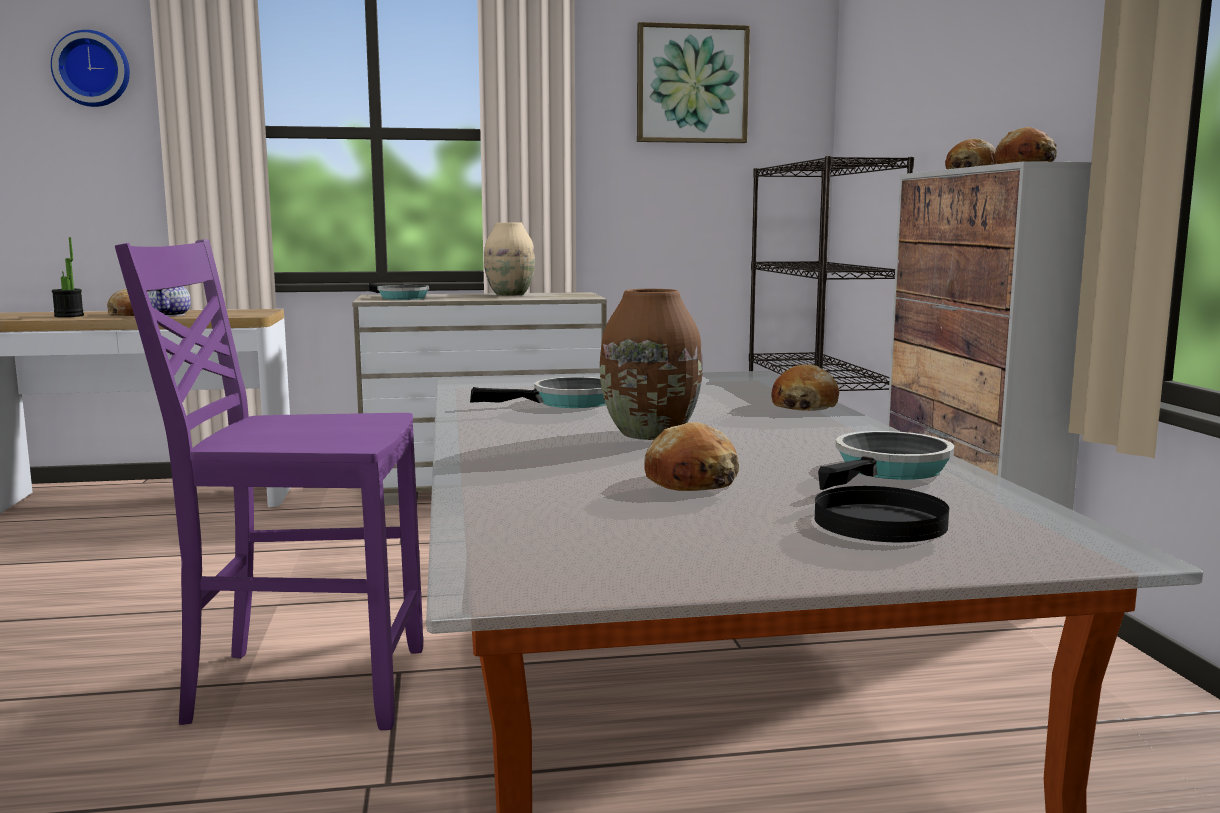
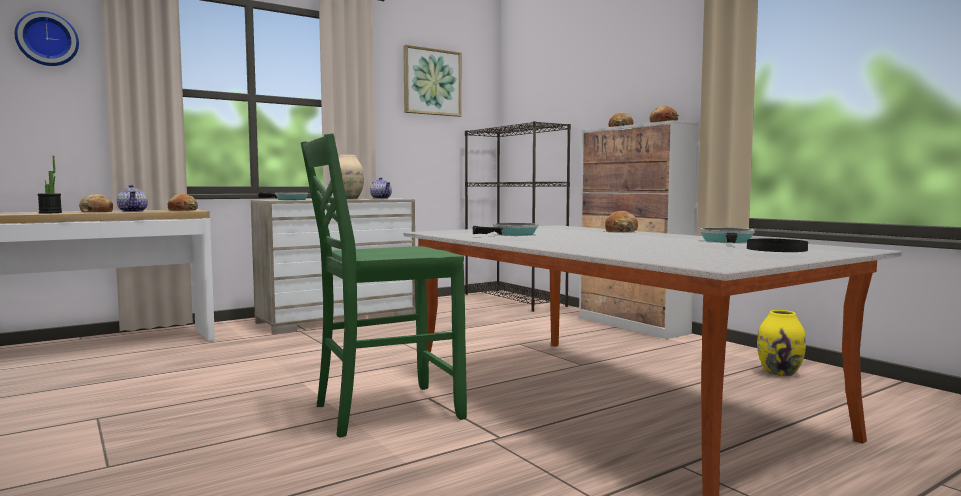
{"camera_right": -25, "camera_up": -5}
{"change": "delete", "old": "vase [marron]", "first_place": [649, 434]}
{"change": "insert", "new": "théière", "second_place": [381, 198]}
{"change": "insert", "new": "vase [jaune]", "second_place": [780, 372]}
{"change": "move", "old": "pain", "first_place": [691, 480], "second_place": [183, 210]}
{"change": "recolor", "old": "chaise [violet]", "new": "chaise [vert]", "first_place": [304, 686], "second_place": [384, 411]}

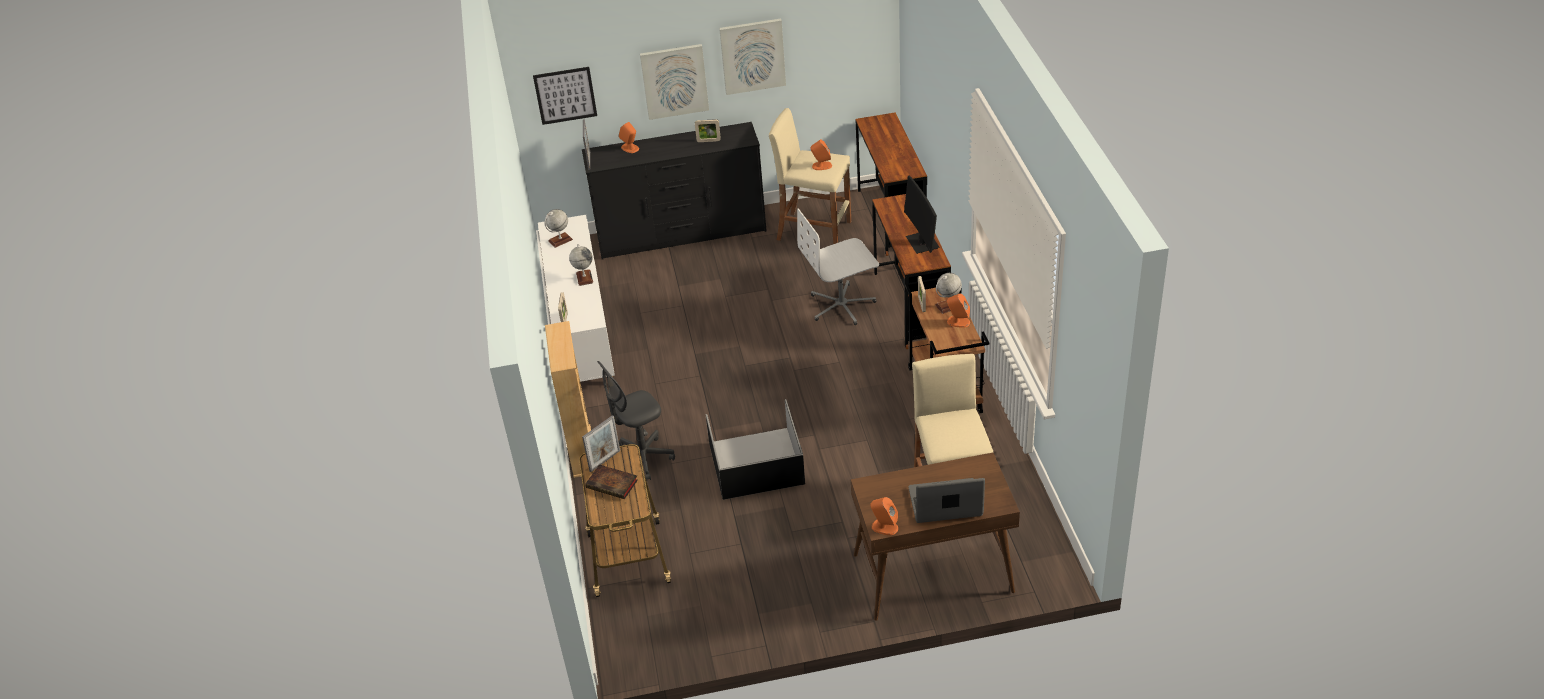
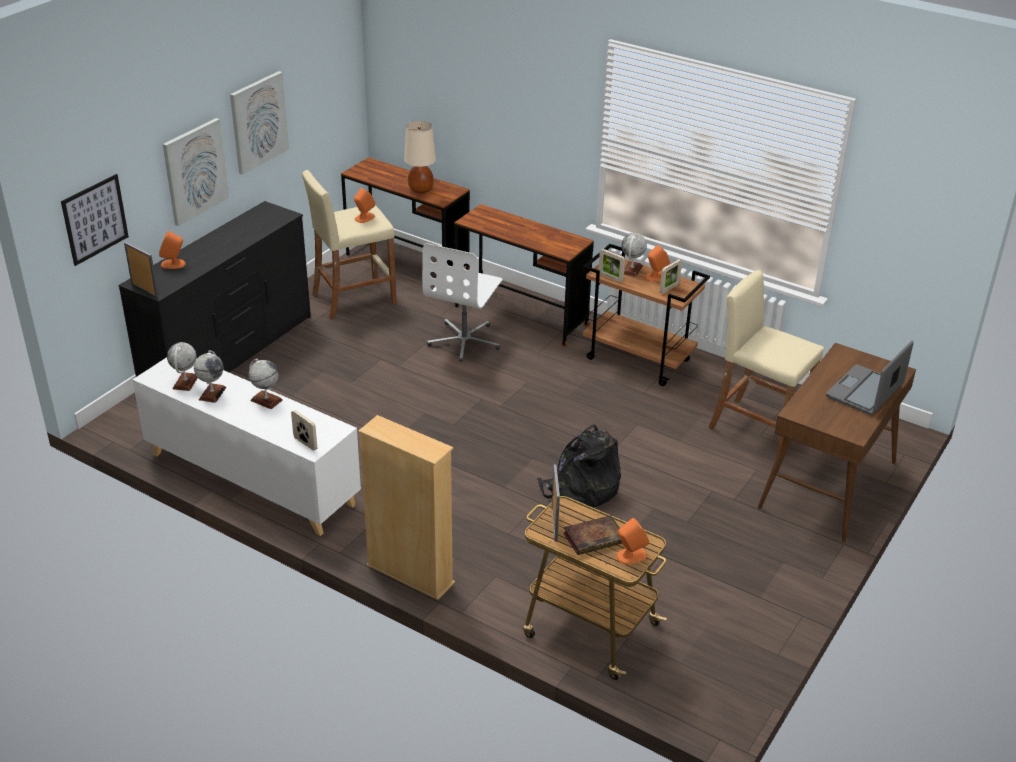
{"camera_right": -50, "camera_up": -5}
{"change": "delete", "old": "chaise de bureau [gris]", "first_place": [642, 459]}
{"change": "delete", "old": "écran d'ordinateur", "first_place": [922, 243]}
{"change": "insert", "new": "globe", "second_place": [212, 393]}
{"change": "insert", "new": "lampe de table [beige]", "second_place": [421, 190]}
{"change": "move", "old": "cadre photo", "first_place": [708, 141], "second_place": [669, 288]}
{"change": "move", "old": "enceinte [orange]", "first_place": [884, 527], "second_place": [631, 555]}
{"change": "replace", "old": "boîte de rangement [noir]", "new": "sac à dos [noir]", "first_place": [757, 463], "second_place": [581, 489]}

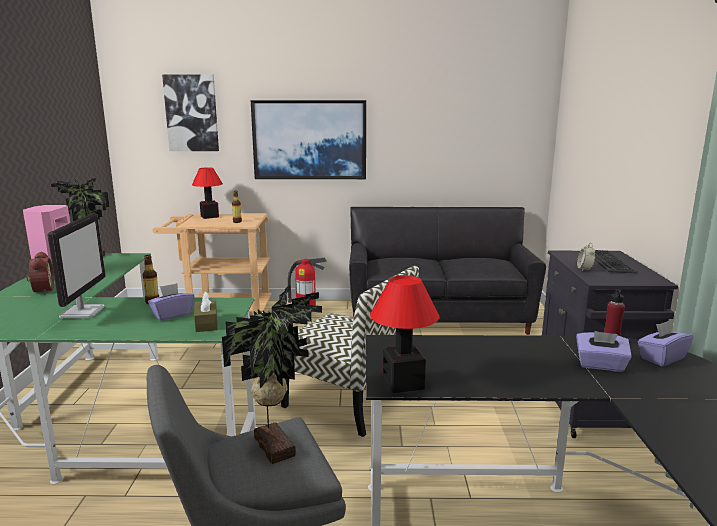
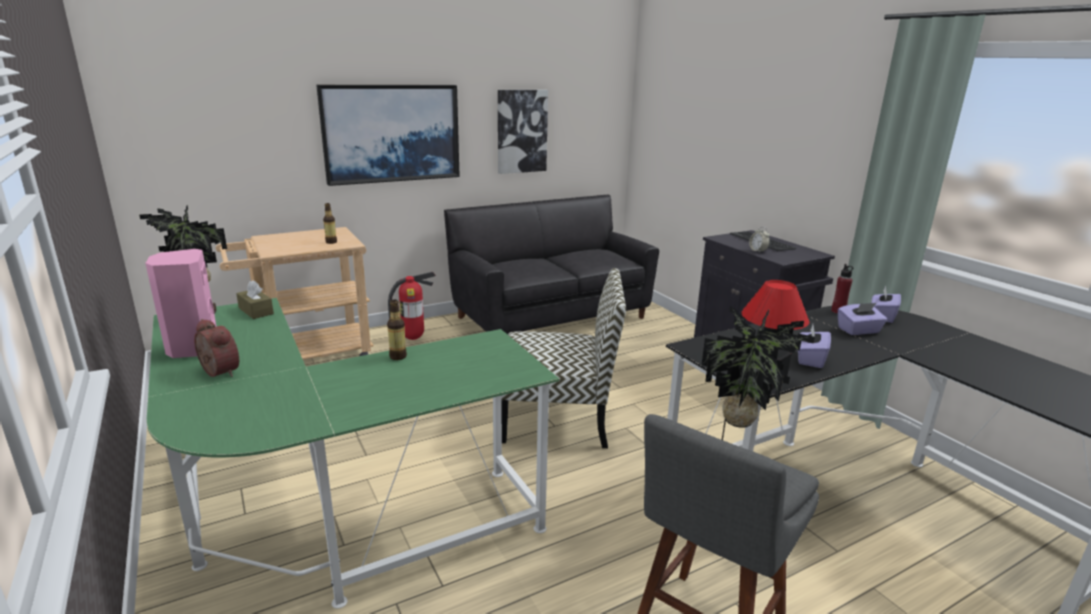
{"camera_right": -30, "camera_up": 5}
{"change": "delete", "old": "écran d'ordinateur", "first_place": [82, 312]}
{"change": "delete", "old": "lampe de table", "first_place": [210, 216]}
{"change": "move", "old": "boîte à mouchoirs [violet]", "first_place": [172, 315], "second_place": [810, 359]}
{"change": "move", "old": "tableau", "first_place": [191, 113], "second_place": [521, 131]}
{"change": "move", "old": "boîte à mouchoirs [marron]", "first_place": [206, 323], "second_place": [256, 311]}

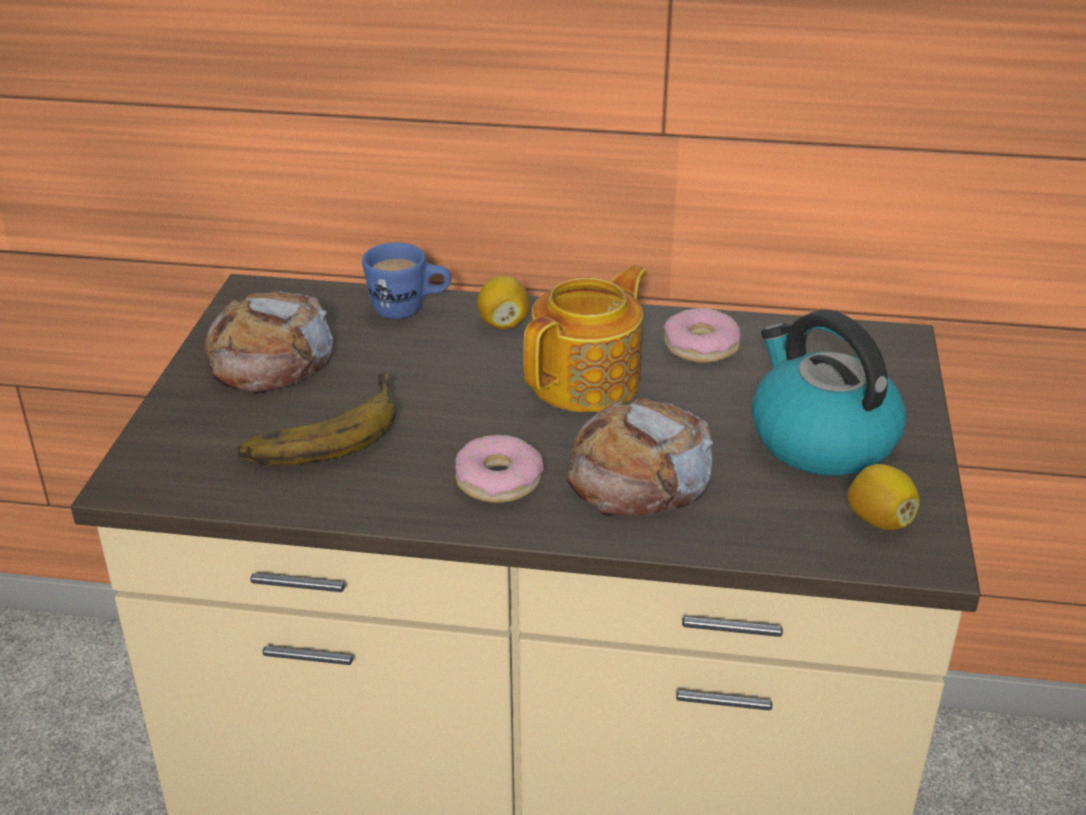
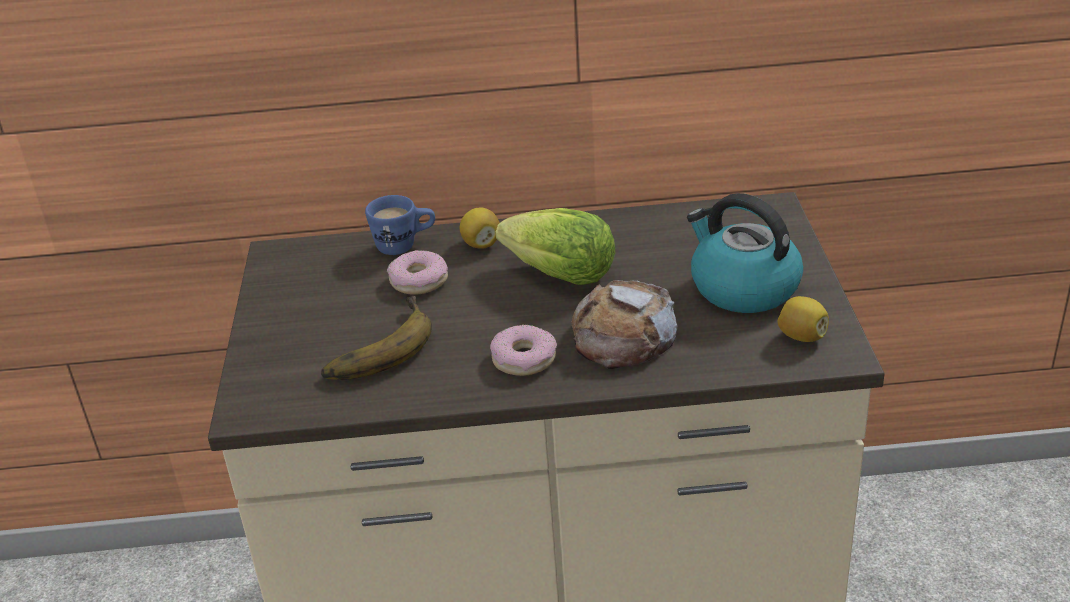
{"camera_right": -10, "camera_up": 0}
{"change": "delete", "old": "pain", "first_place": [270, 357]}
{"change": "move", "old": "beignet", "first_place": [701, 346], "second_place": [419, 281]}
{"change": "replace", "old": "théière", "new": "laitue", "first_place": [588, 381], "second_place": [561, 275]}

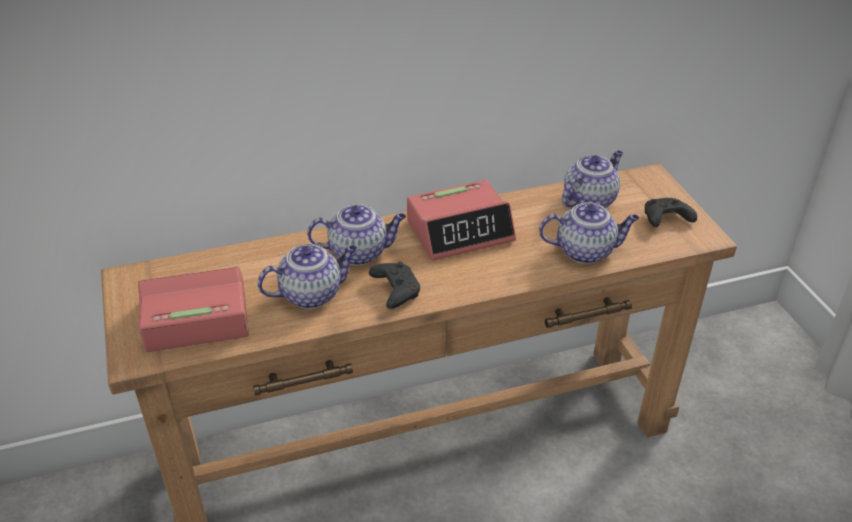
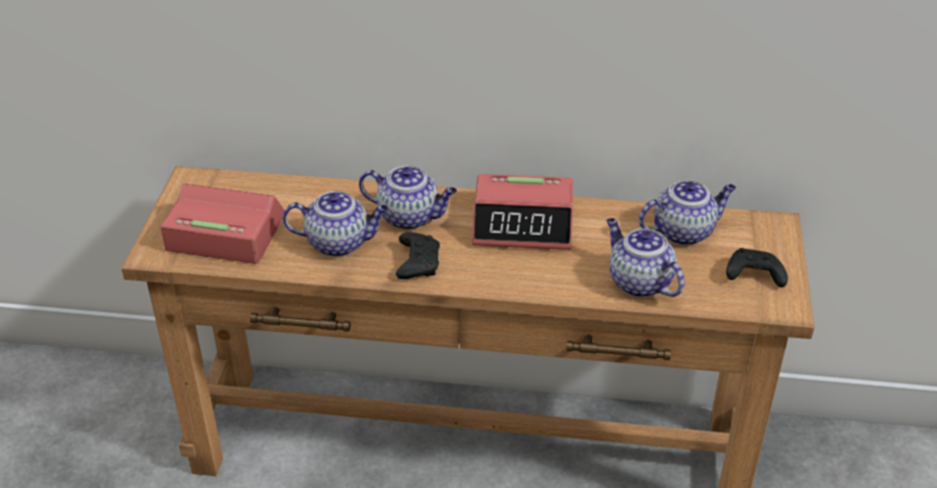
{"camera_right": 25, "camera_up": 0}
{"change": "rotate", "old": "théière", "first_place": [586, 251], "second_place": [638, 282], "degrees": -150}

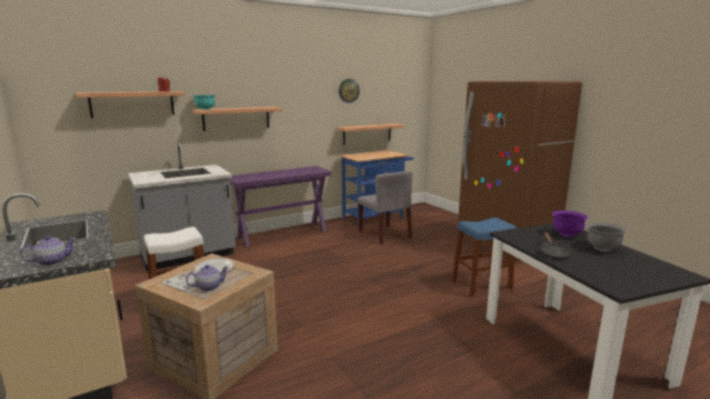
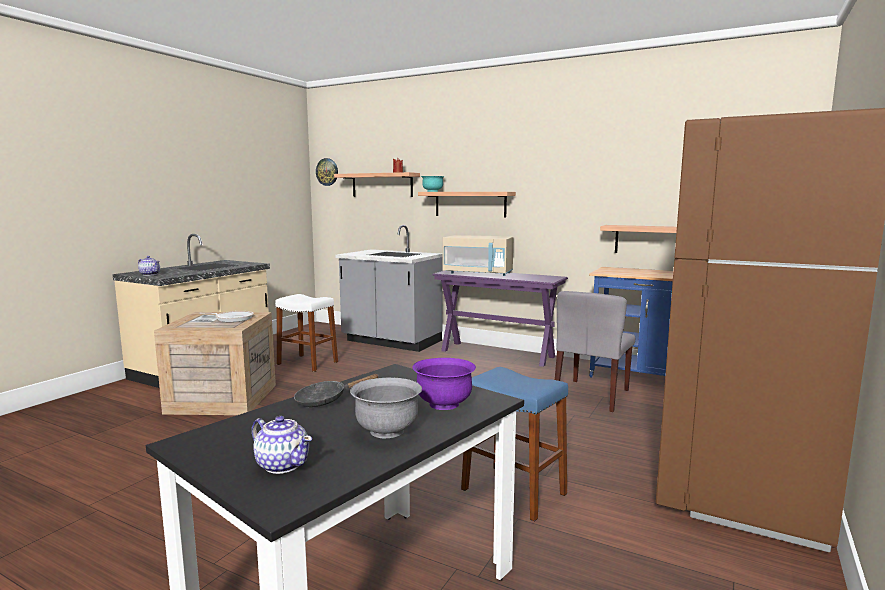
{"camera_right": 60, "camera_up": -5}
{"change": "insert", "new": "micro-ondes [beige]", "second_place": [478, 273]}
{"change": "move", "old": "théière", "first_place": [208, 287], "second_place": [282, 464]}
{"change": "move", "old": "horloge murale", "first_place": [348, 90], "second_place": [327, 172]}

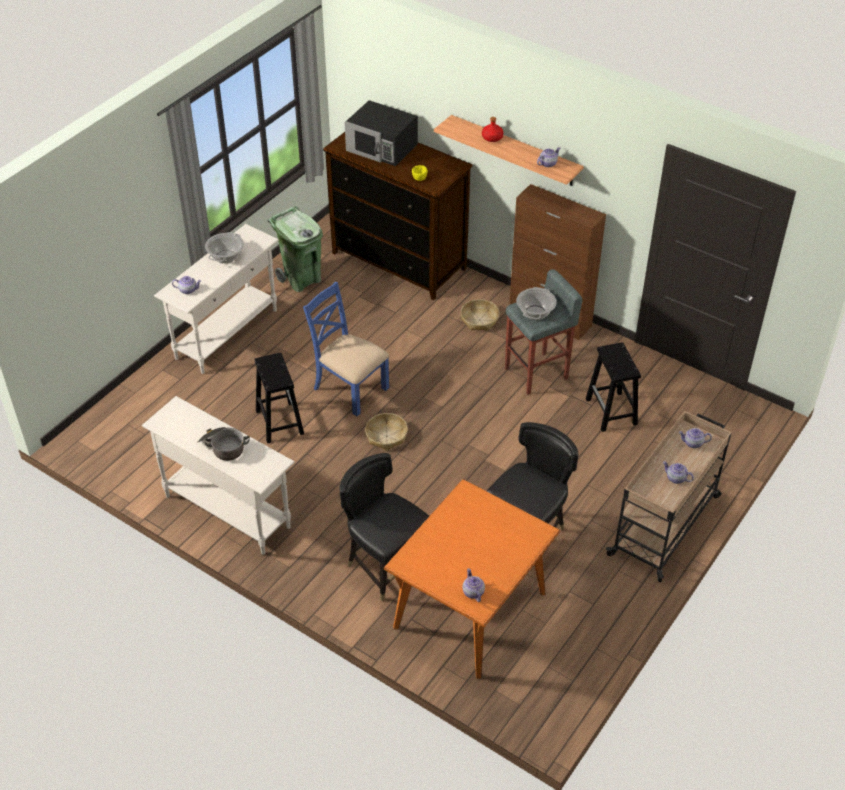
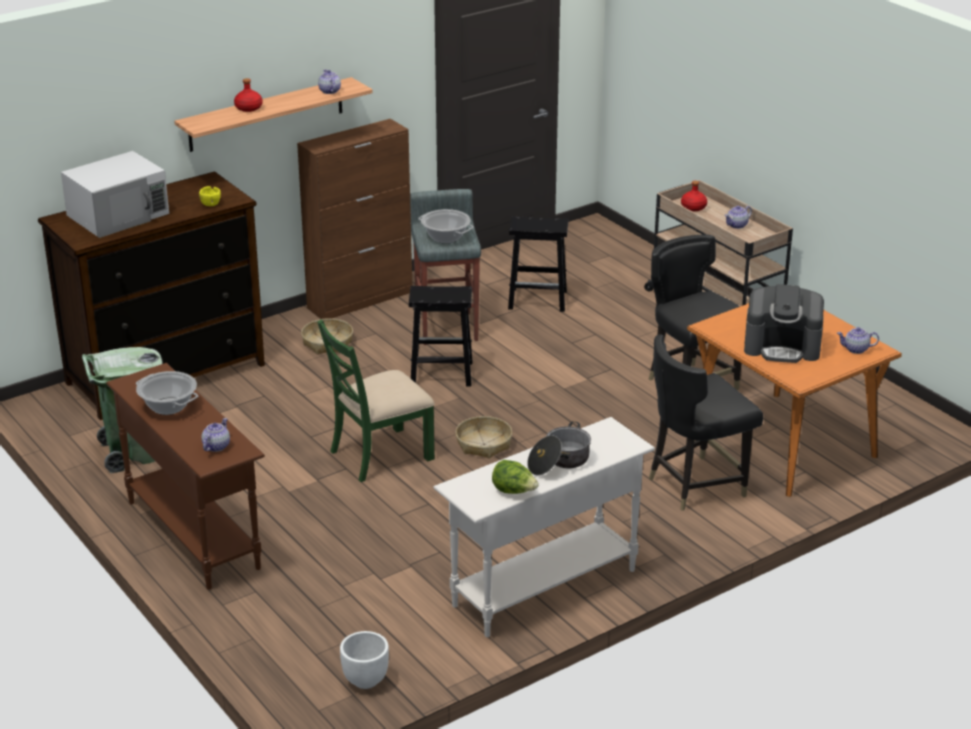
{"camera_right": -70, "camera_up": -15}
{"change": "insert", "new": "cache-pot [blanc]", "second_place": [365, 680]}
{"change": "insert", "new": "laitue", "second_place": [514, 491]}
{"change": "insert", "new": "machine à café", "second_place": [782, 347]}
{"change": "move", "old": "tabouret [noir]", "first_place": [279, 421], "second_place": [440, 374]}
{"change": "replace", "old": "théière", "new": "bouteille [rouge]", "first_place": [693, 443], "second_place": [694, 207]}
{"change": "recolor", "old": "table console [blanc]", "new": "table console [marron]", "first_place": [227, 334], "second_place": [193, 534]}
{"change": "recolor", "old": "chaise [bleu]", "new": "chaise [vert]", "first_place": [350, 388], "second_place": [380, 454]}
{"change": "recolor", "old": "micro-ondes [noir]", "new": "micro-ondes [blanc]", "first_place": [382, 147], "second_place": [119, 214]}

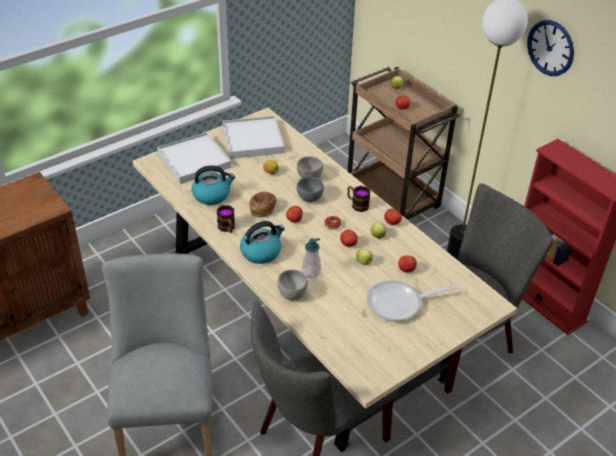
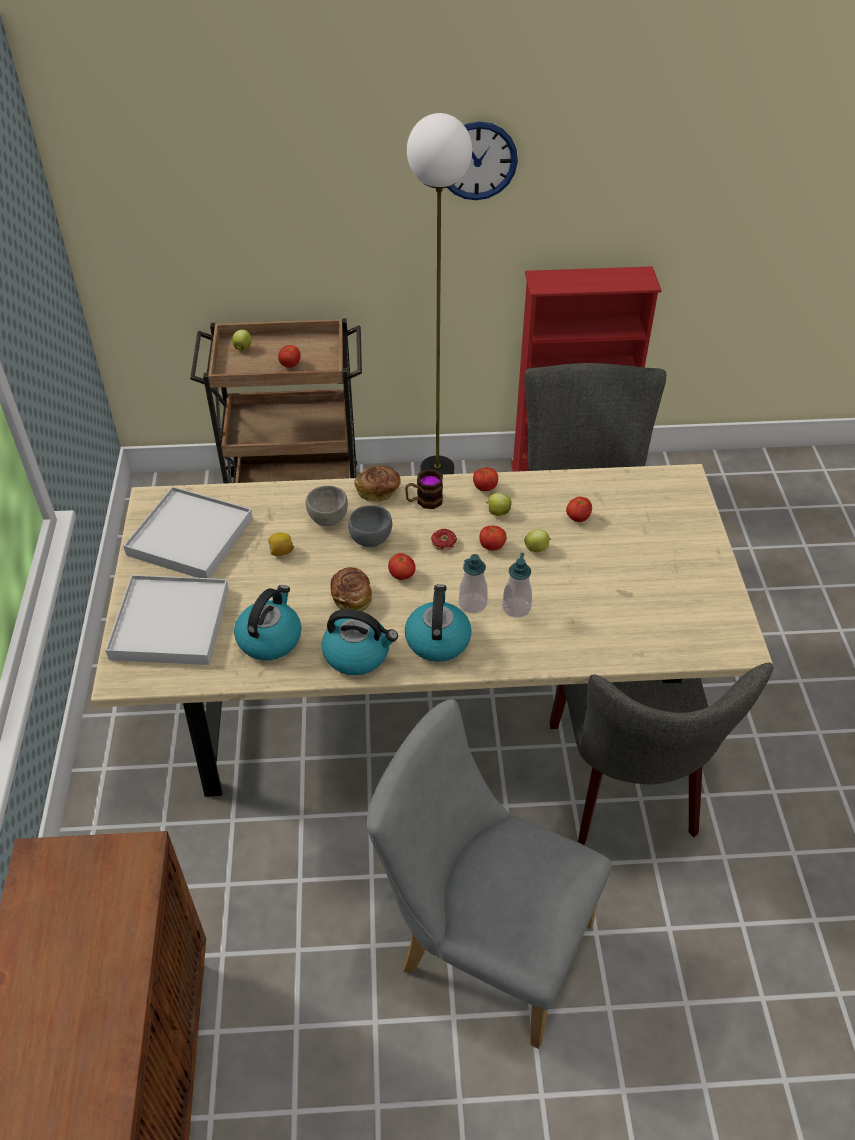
{"camera_right": -55, "camera_up": 5}
{"change": "delete", "old": "bol [gris]", "first_place": [291, 294]}
{"change": "delete", "old": "poêle", "first_place": [399, 304]}
{"change": "insert", "new": "pain", "second_place": [378, 491]}
{"change": "insert", "new": "distributeur de savon", "second_place": [472, 603]}
{"change": "replace", "old": "mug", "new": "bouilloire", "first_place": [227, 228], "second_place": [358, 654]}

